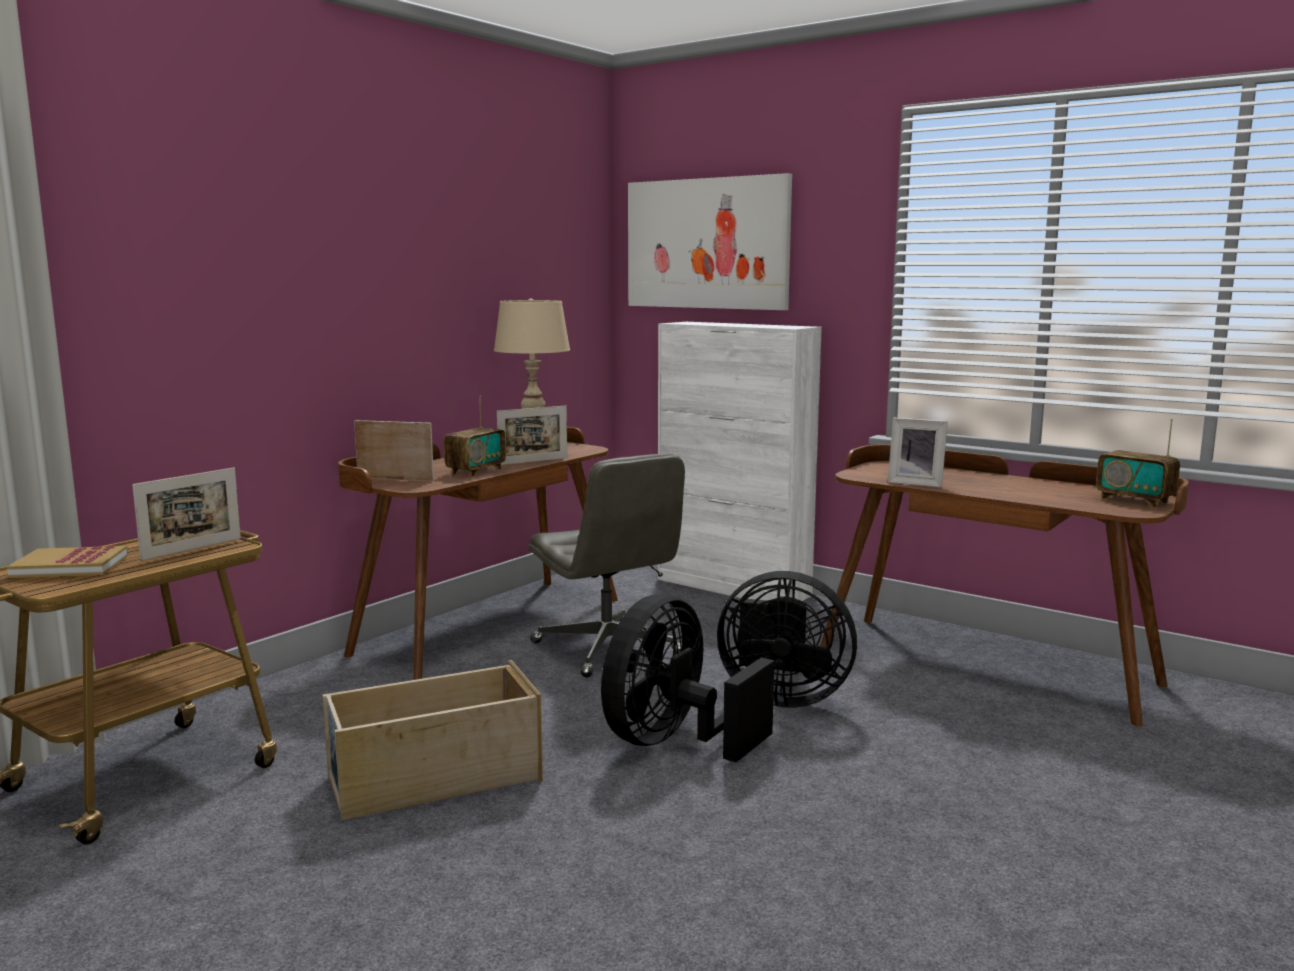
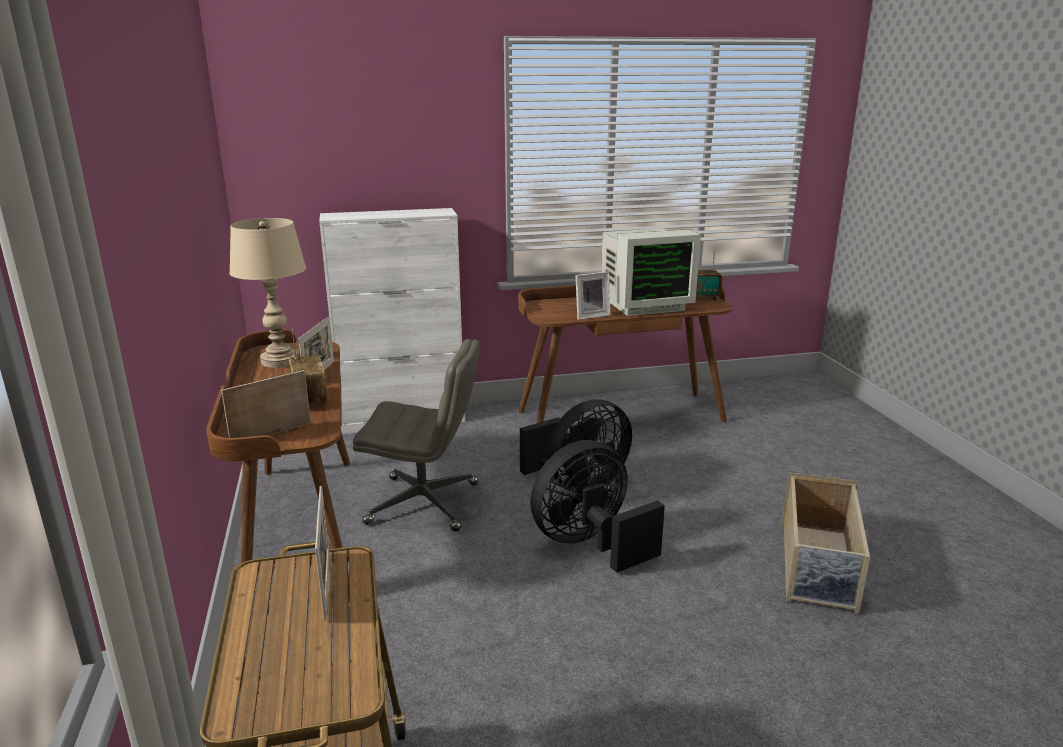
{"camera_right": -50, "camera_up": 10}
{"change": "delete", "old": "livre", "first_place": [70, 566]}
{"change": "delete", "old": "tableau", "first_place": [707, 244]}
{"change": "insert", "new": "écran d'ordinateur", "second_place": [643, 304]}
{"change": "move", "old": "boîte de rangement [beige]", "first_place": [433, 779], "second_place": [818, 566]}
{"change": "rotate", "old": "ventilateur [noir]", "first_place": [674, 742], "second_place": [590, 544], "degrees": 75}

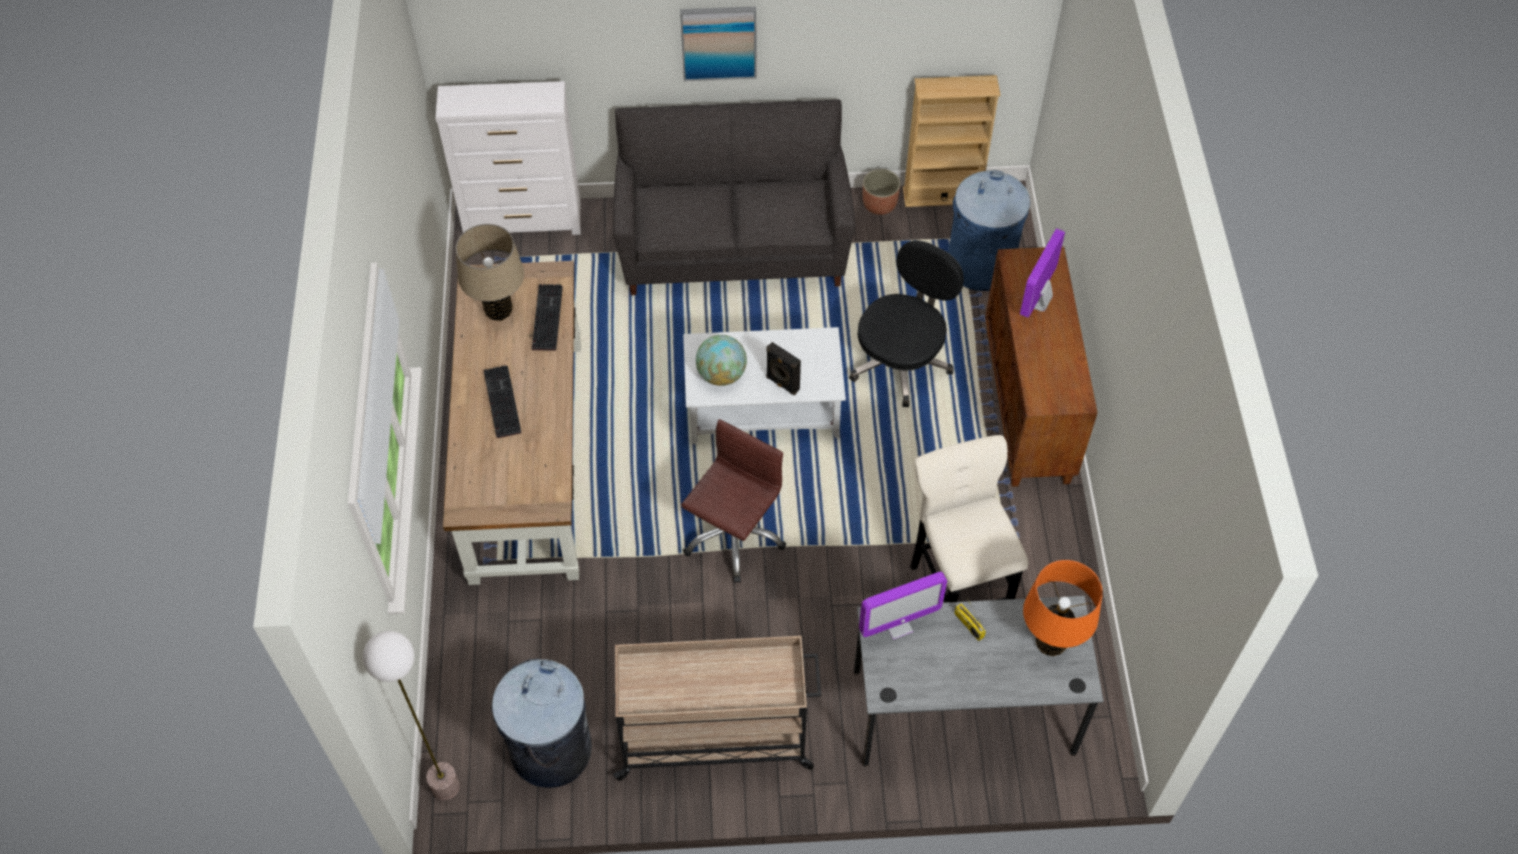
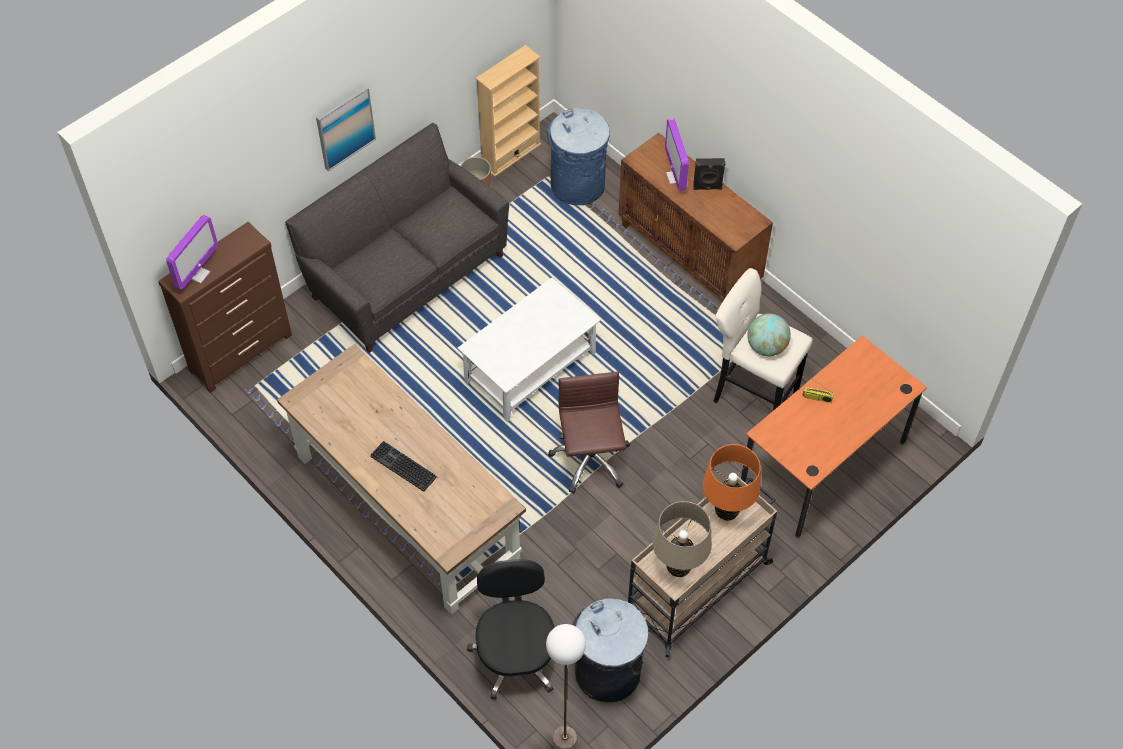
{"camera_right": -40, "camera_up": 0}
{"change": "delete", "old": "clavier", "first_place": [546, 317]}
{"change": "move", "old": "lampe de table [beige]", "first_place": [498, 310], "second_place": [678, 567]}
{"change": "move", "old": "globe", "first_place": [721, 374], "second_place": [766, 347]}
{"change": "move", "old": "enceinte [noir]", "first_place": [782, 384], "second_place": [707, 187]}
{"change": "move", "old": "chaise de bureau [noir]", "first_place": [901, 361], "second_place": [516, 654]}
{"change": "move", "old": "écran d'ordinateur", "first_place": [897, 625], "second_place": [198, 274]}
{"change": "move", "old": "lampe de table [orange]", "first_place": [1050, 642], "second_place": [727, 510]}
{"change": "recolor", "old": "commode [blanc]", "new": "commode [marron]", "first_place": [524, 222], "second_place": [242, 353]}
{"change": "recolor", "old": "bureau [gris]", "new": "bureau [orange]", "first_place": [963, 711], "second_place": [822, 464]}

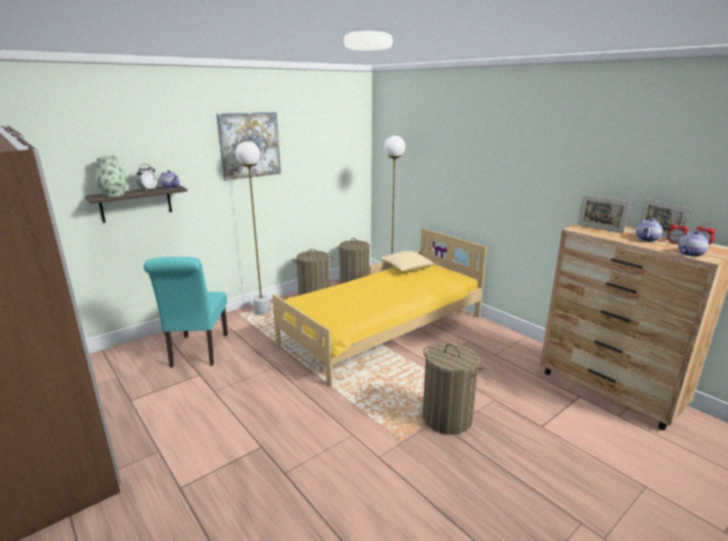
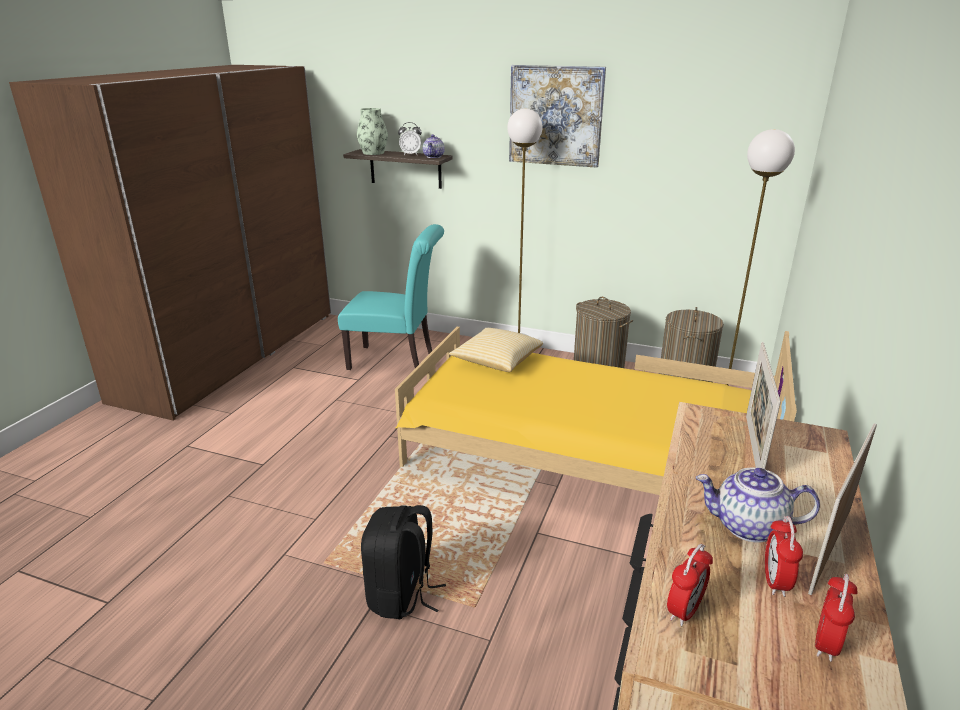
{"camera_right": 60, "camera_up": 5}
{"change": "move", "old": "coussin", "first_place": [406, 269], "second_place": [496, 361]}
{"change": "replace", "old": "panier à linge", "new": "sac à dos [noir]", "first_place": [447, 418], "second_place": [401, 595]}
{"change": "replace", "old": "théière", "new": "réveil", "first_place": [690, 253], "second_place": [684, 610]}
{"change": "rotate", "old": "chaise [turquoise]", "first_place": [198, 352], "second_place": [396, 361], "degrees": -135}

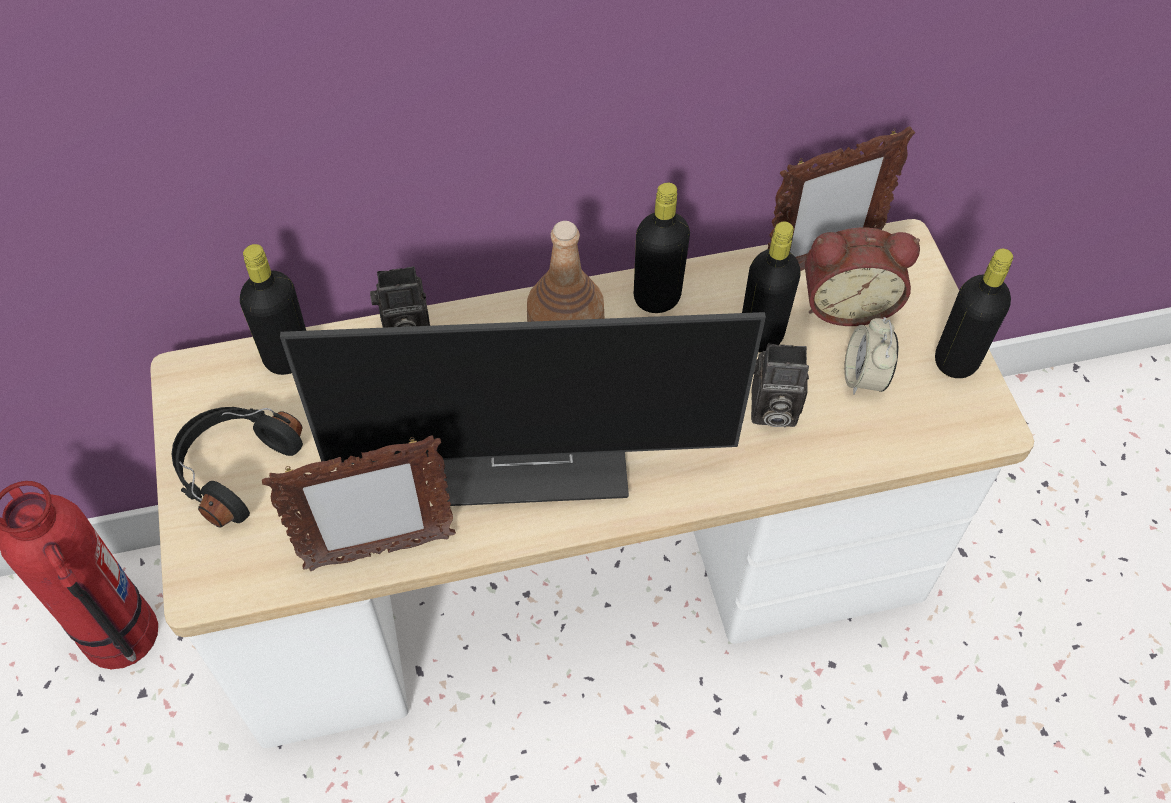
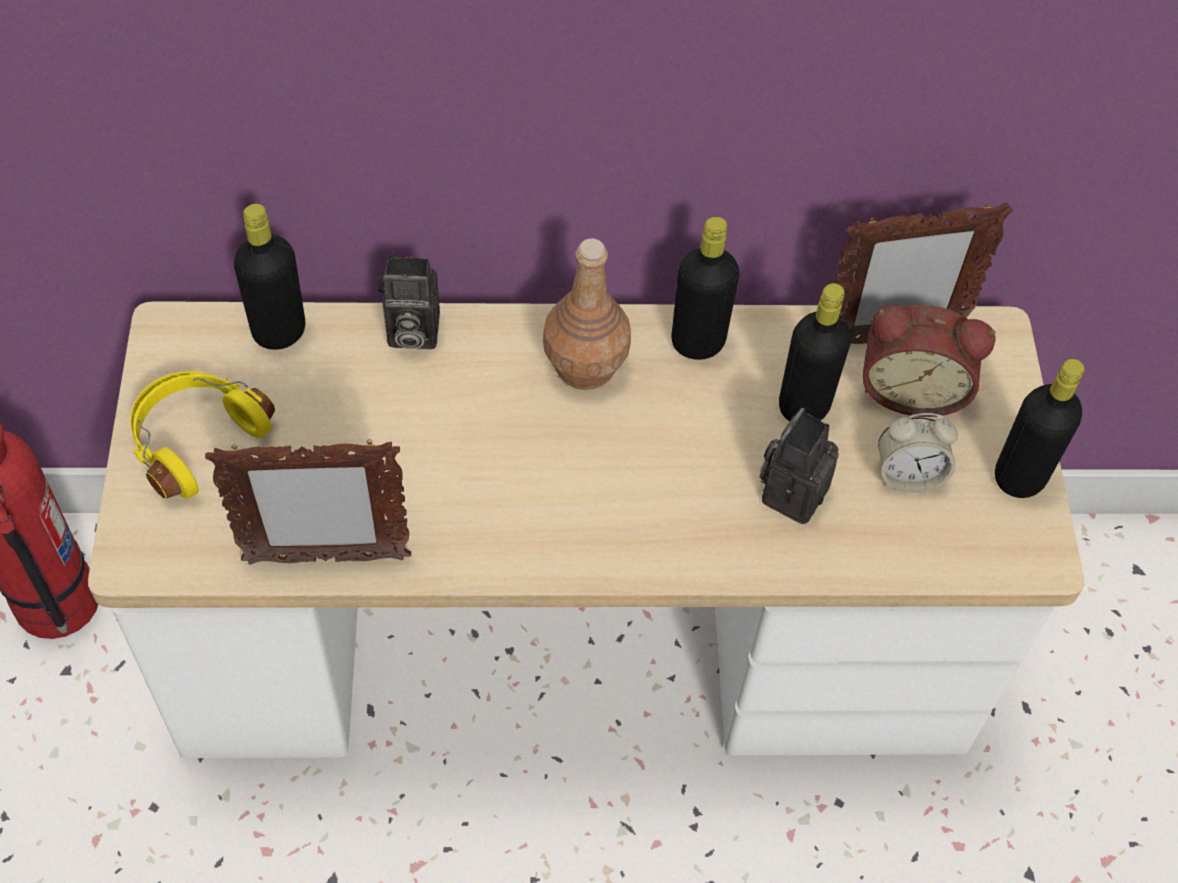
{"camera_right": 10, "camera_up": 0}
{"change": "delete", "old": "écran d'ordinateur", "first_place": [536, 451]}
{"change": "recolor", "old": "casque audio [noir]", "new": "casque audio [jaune]", "first_place": [234, 468], "second_place": [195, 439]}
{"change": "rotate", "old": "appareil photo", "first_place": [770, 410], "second_place": [792, 491], "degrees": 105}
{"change": "rotate", "old": "réveil", "first_place": [864, 377], "second_place": [908, 475], "degrees": -105}

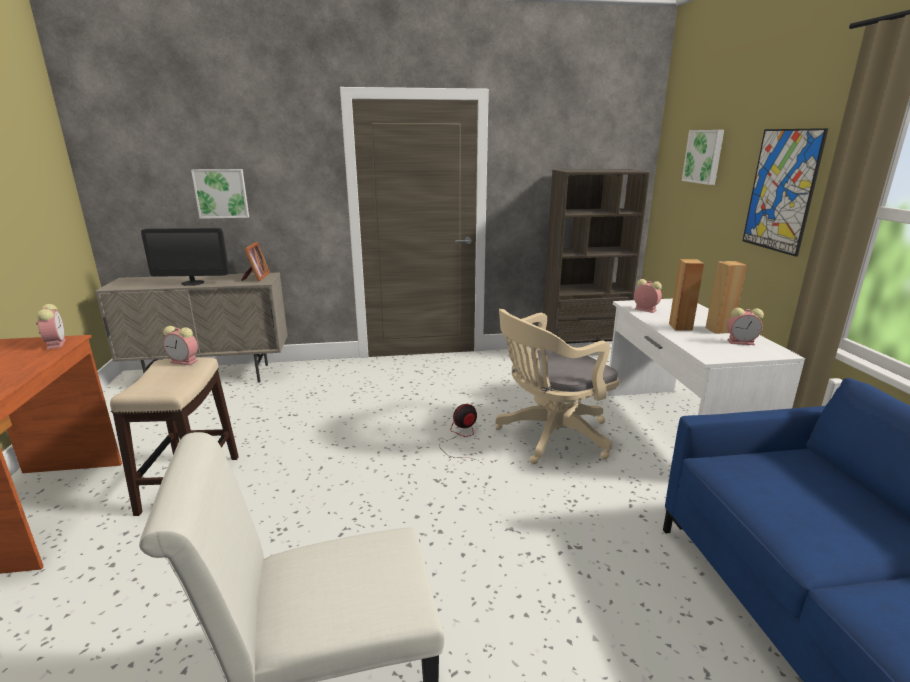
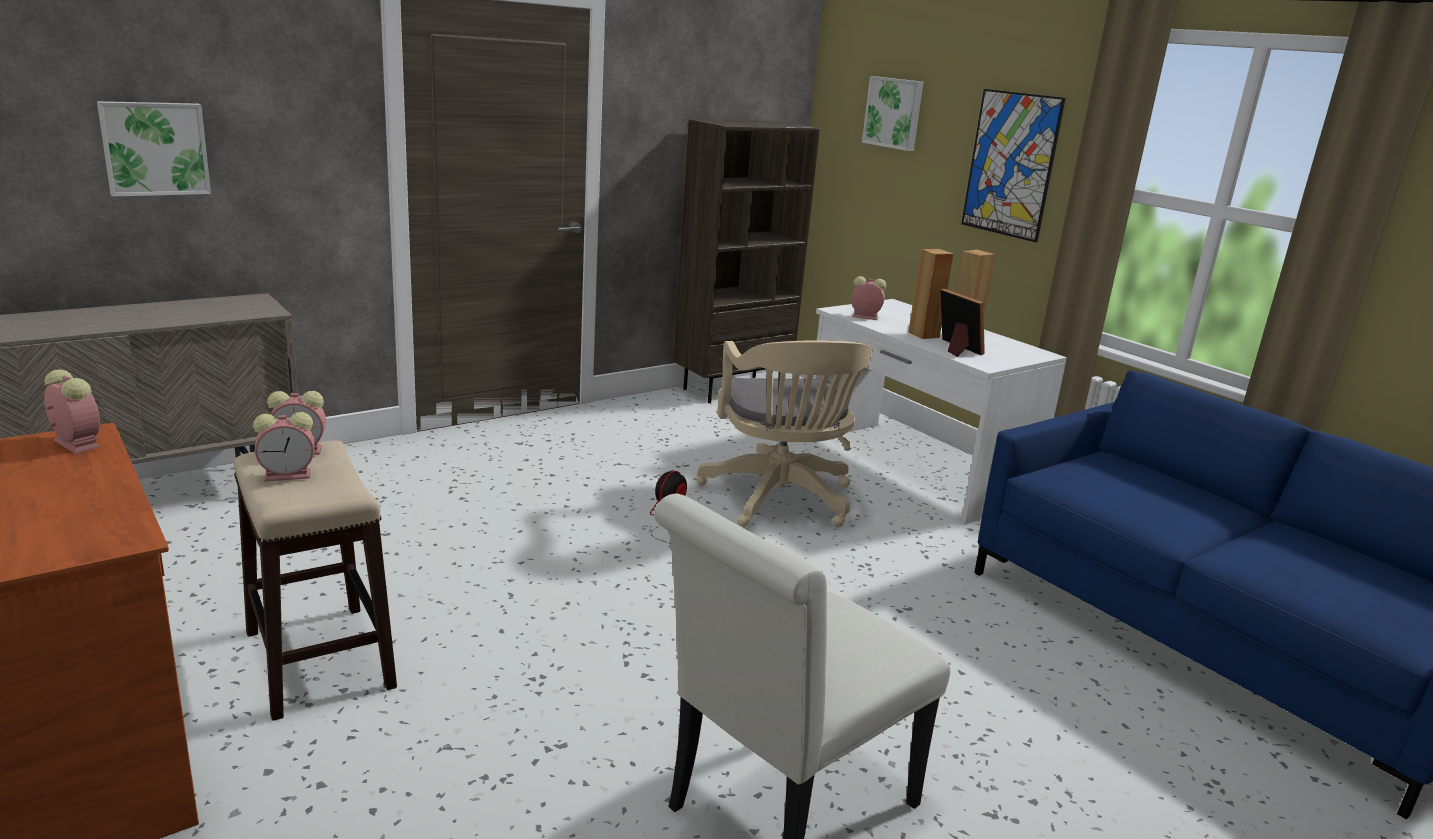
{"camera_right": -30, "camera_up": 0}
{"change": "delete", "old": "écran d'ordinateur", "first_place": [192, 283]}
{"change": "move", "old": "cadre photo", "first_place": [256, 277], "second_place": [955, 349]}
{"change": "move", "old": "réveil", "first_place": [741, 342], "second_place": [289, 475]}
{"change": "rotate", "old": "chaise de bureau [beige]", "first_place": [549, 437], "second_place": [780, 500], "degrees": -45}

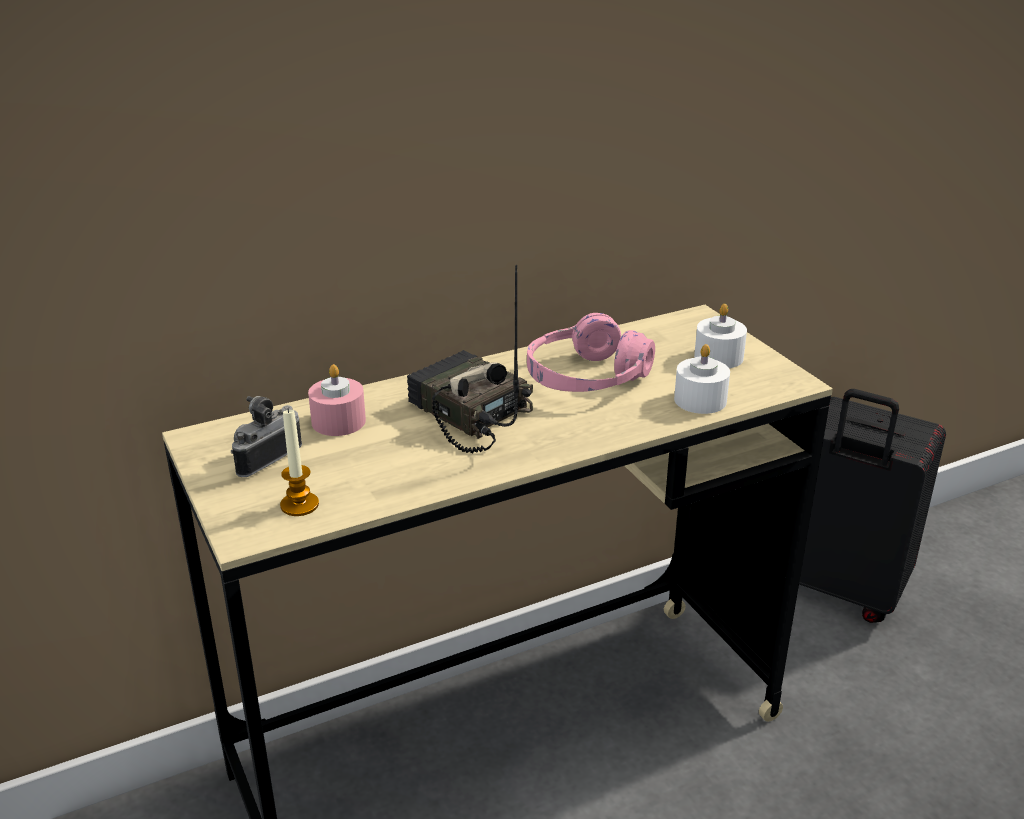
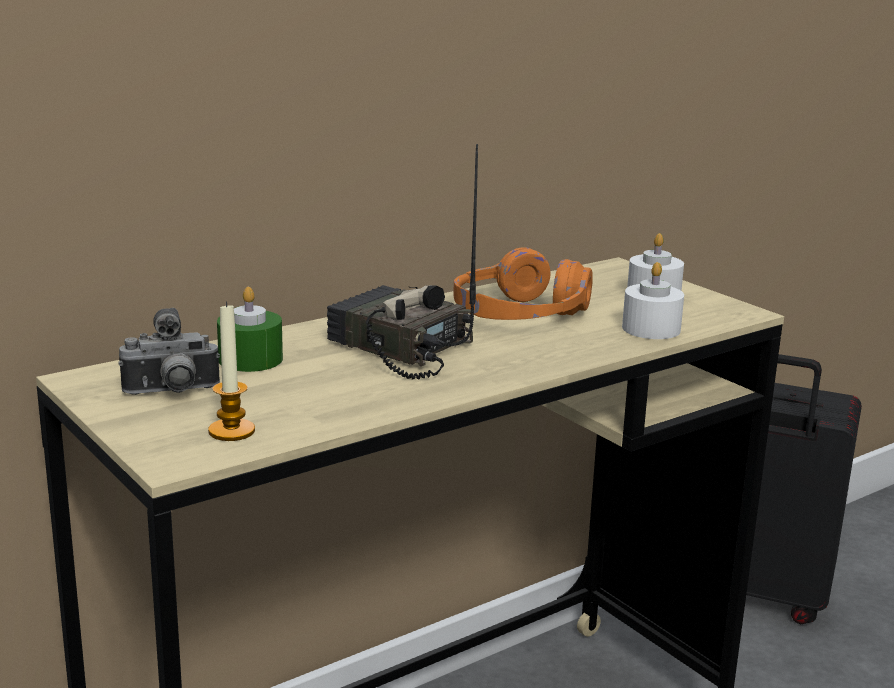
{"camera_right": -10, "camera_up": -10}
{"change": "recolor", "old": "bougie [rose]", "new": "bougie [vert]", "first_place": [338, 421], "second_place": [250, 359]}
{"change": "recolor", "old": "casque audio [rose]", "new": "casque audio [orange]", "first_place": [586, 378], "second_place": [519, 315]}
{"change": "rotate", "old": "appareil photo", "first_place": [264, 457], "second_place": [172, 393], "degrees": -135}

